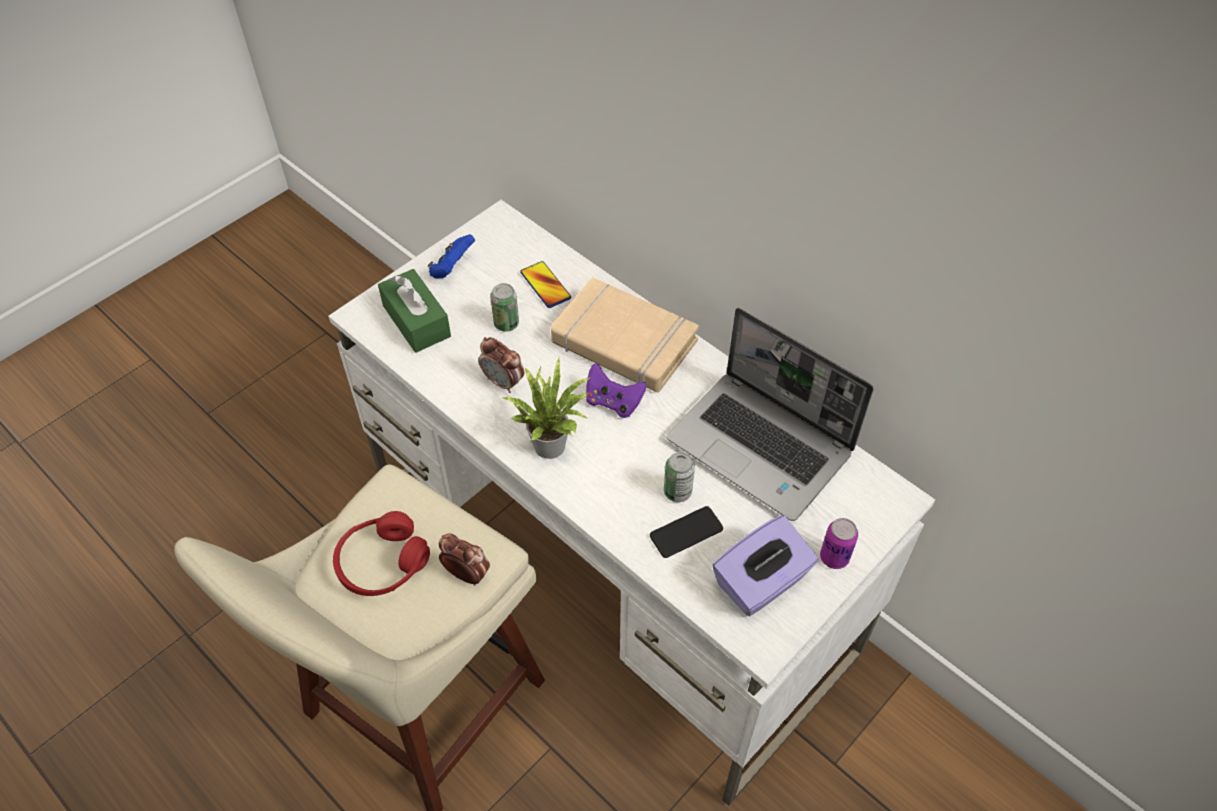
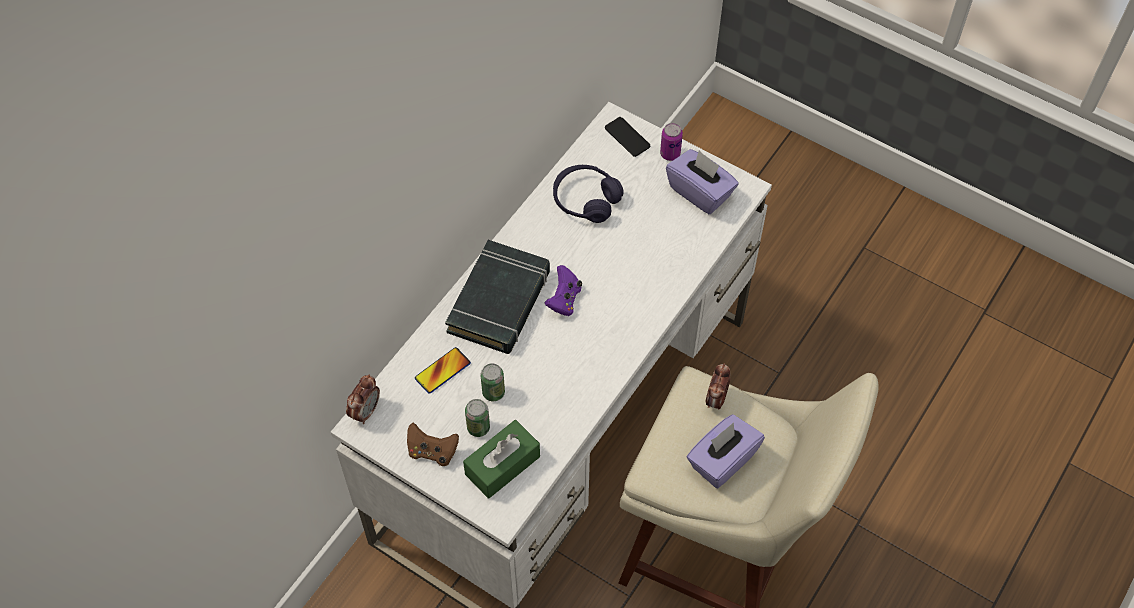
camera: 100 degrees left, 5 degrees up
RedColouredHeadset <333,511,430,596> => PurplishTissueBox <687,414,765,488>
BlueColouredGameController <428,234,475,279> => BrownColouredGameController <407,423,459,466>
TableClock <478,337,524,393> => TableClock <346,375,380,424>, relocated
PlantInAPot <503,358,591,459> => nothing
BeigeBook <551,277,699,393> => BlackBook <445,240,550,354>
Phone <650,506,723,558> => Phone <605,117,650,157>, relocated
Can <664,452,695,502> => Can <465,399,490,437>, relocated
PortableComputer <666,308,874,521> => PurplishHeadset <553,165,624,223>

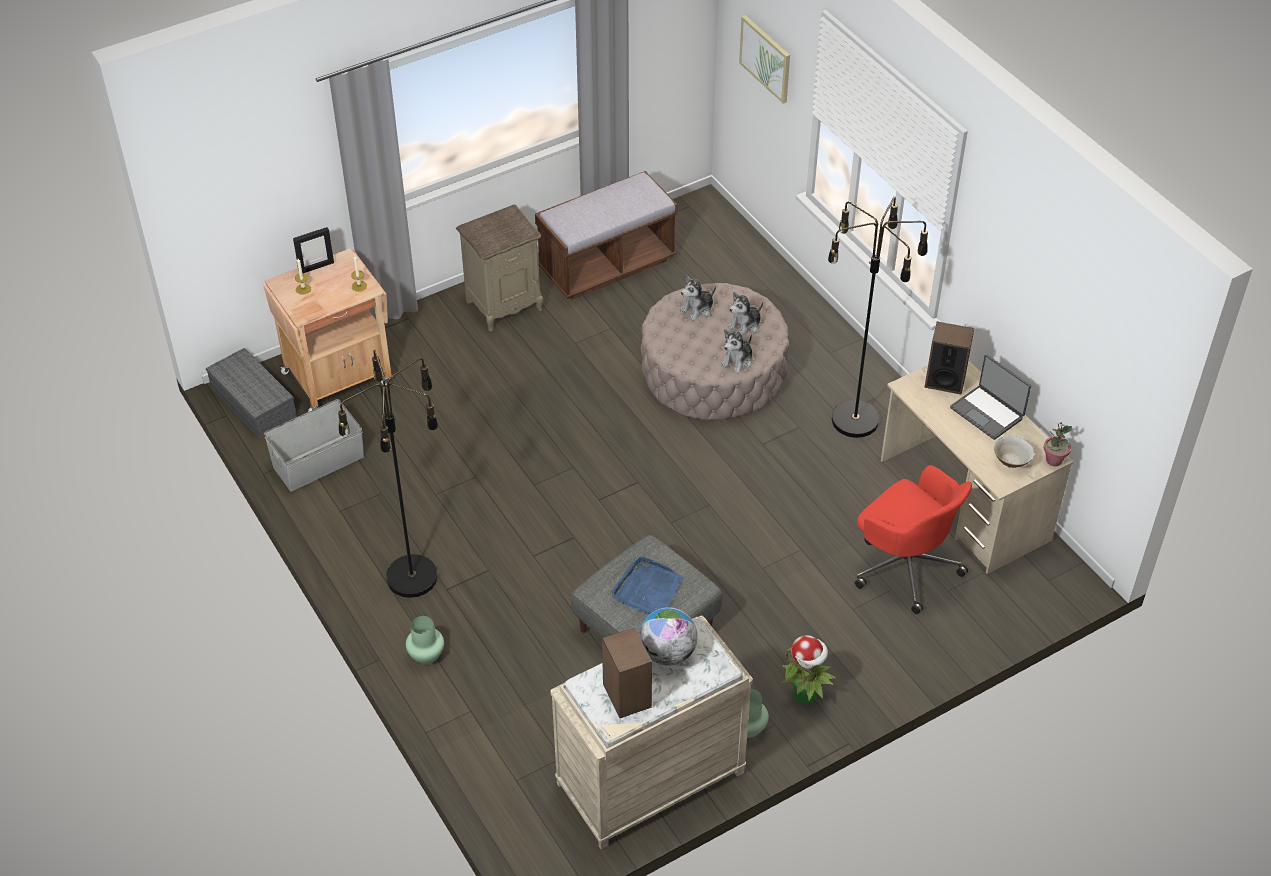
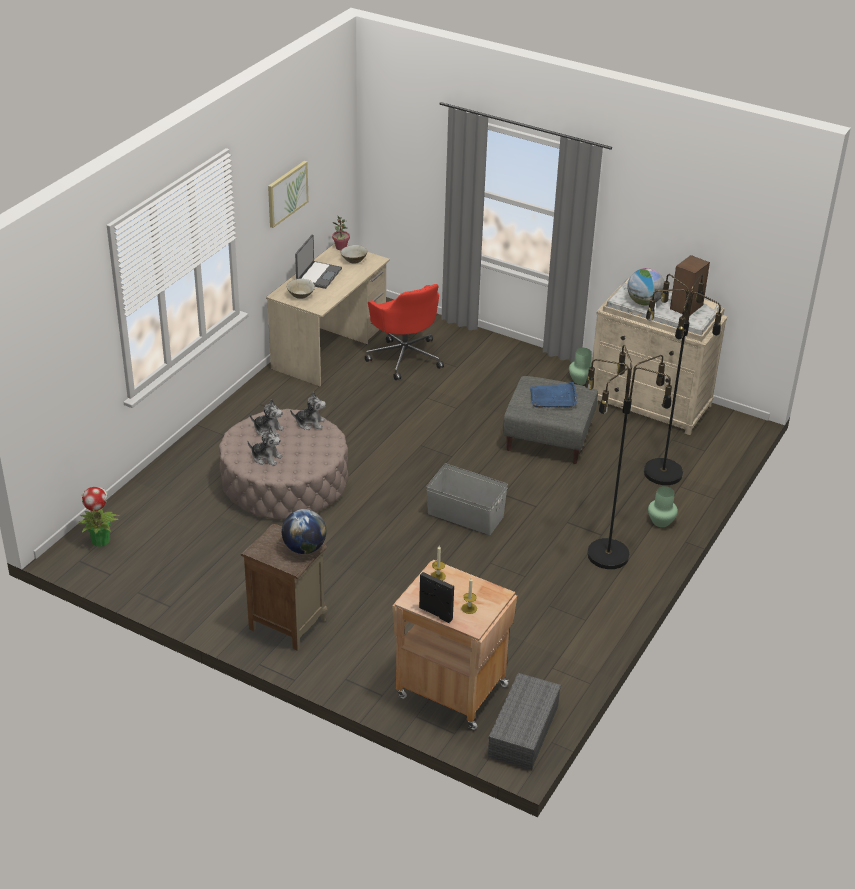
camera: 120 degrees left, 10 degrees down
GreyStorageBox <264,399,364,491> => GreyStorageBox <426,464,508,535>, relocated
BrownColouredBench <535,171,678,300> => nothing
Picture <739,15,790,104> => Picture <268,161,309,228>, relocated
PlantInAPot <782,635,836,704> => PlantInAPot <78,487,119,546>, relocated
StandardLamp <828,197,928,438> => StandardLamp <644,274,722,485>, relocated
RedColouredDeskChair <855,465,972,614> => RedColouredDeskChair <365,284,444,380>, 135 degrees clockwise
Loudspeaker <924,321,974,394> => BeigeServingBowl <287,279,315,299>
nothing => DeskGlobe <282,509,327,554>

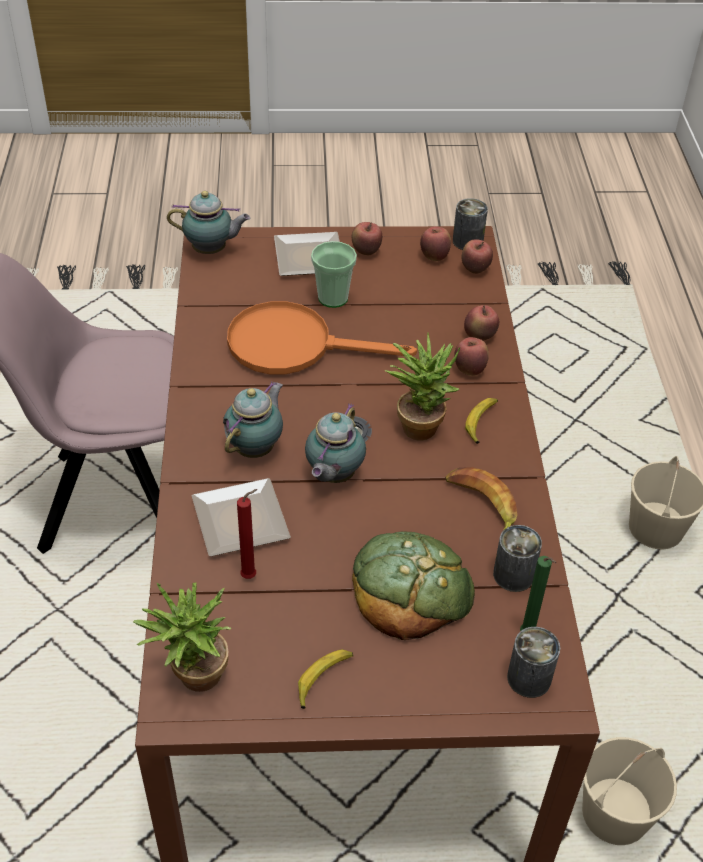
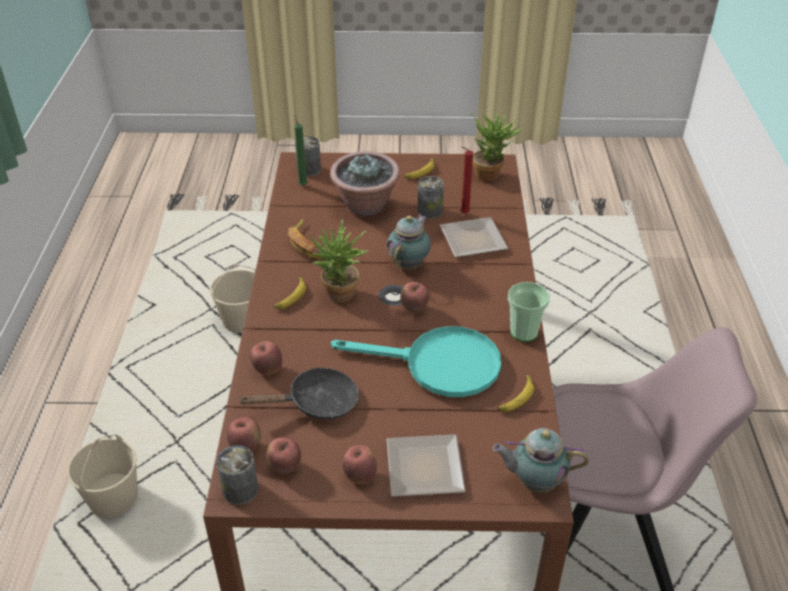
camera: 175 degrees left, 5 degrees down
TeaPot <223,381,283,458> => nothing
OrangeyPan <227,301,417,375> => TurquoisePan <331,326,501,397>
SmallCup <311,241,357,308> => SmallCup <508,282,550,342>, relocated
Bread <352,532,475,640> => PlantInAPot <330,151,400,216>
WholeApple <454,337,489,376> => WholeApple <401,282,429,313>, relocated
Can <493,525,542,592> => Can <417,176,444,219>, relocated
nothing => BlackPan <238,367,359,420>
nothing => WholeBanana <498,374,535,412>

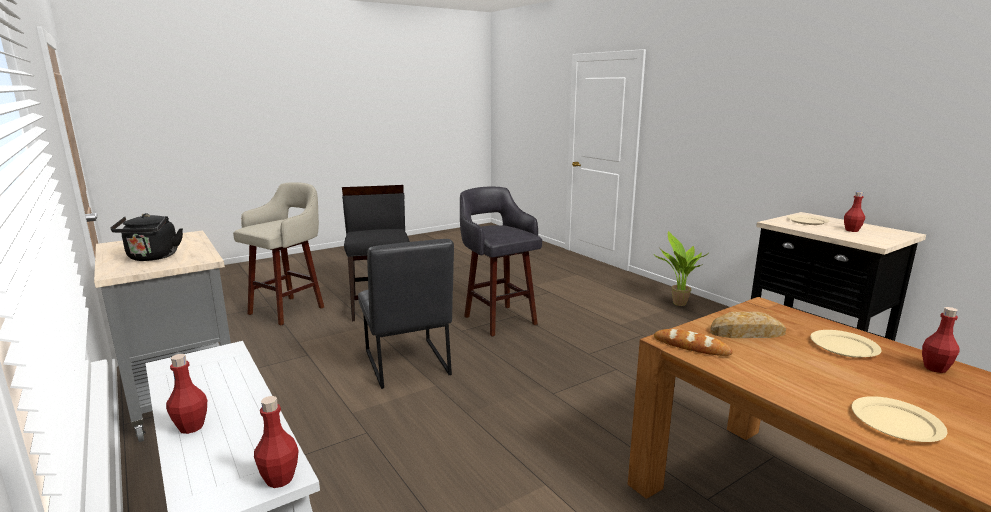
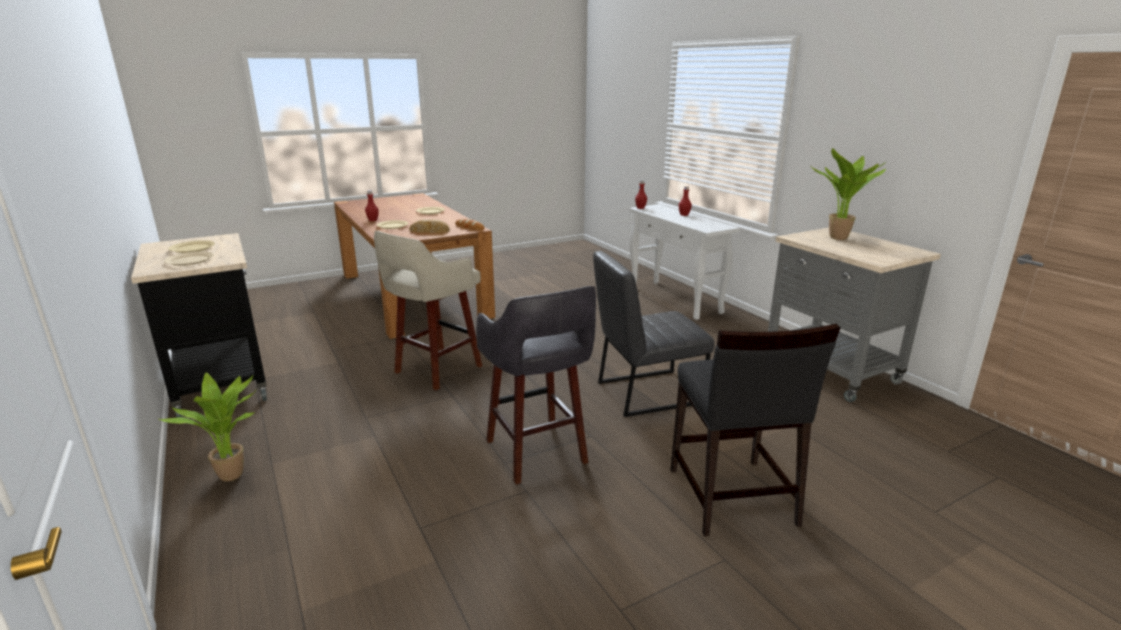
camera: 175 degrees left, 5 degrees up
BlackTeaKettle <110,213,183,261> => PlantInAPot <810,148,888,240>
BeigeSittingStool <233,182,324,325> => BeigeSittingStool <374,231,482,390>, relocated
GreyUprightChair <358,239,454,389> => GreyUprightChair <593,251,715,417>, 90 degrees counterclockwise
RedColouredBeverageBottle <844,192,865,232> => BeigeFlatDish <168,240,215,253>

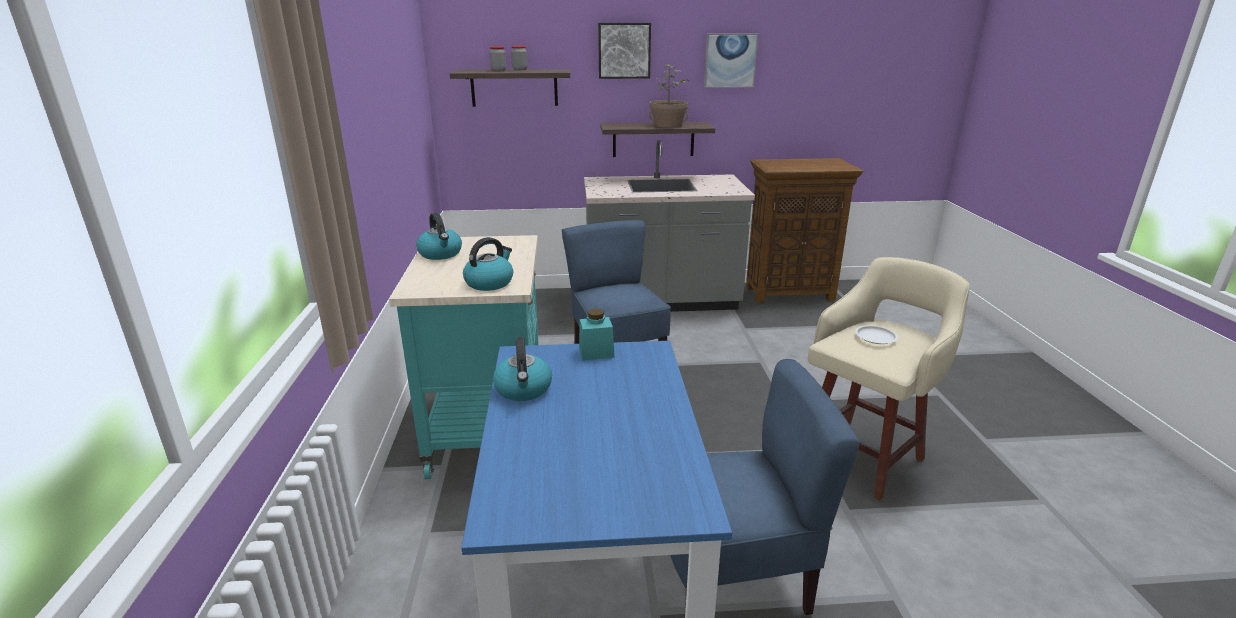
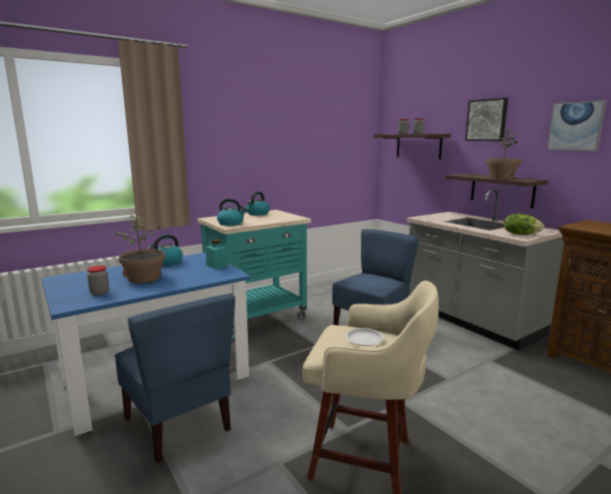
camera: 60 degrees right, 10 degrees down
nothing => StorageJar <87,266,109,295>
nothing => PlantInAPot <115,215,165,283>
nothing => HeadOfLettuce <504,214,544,235>

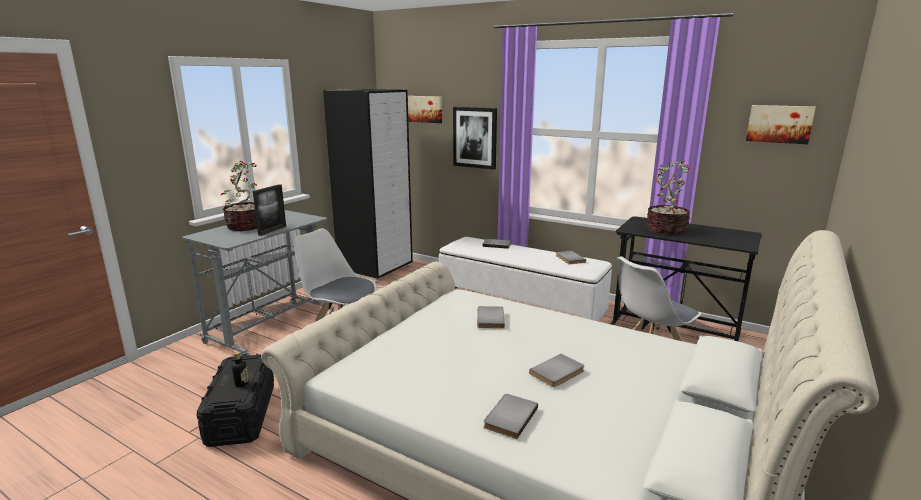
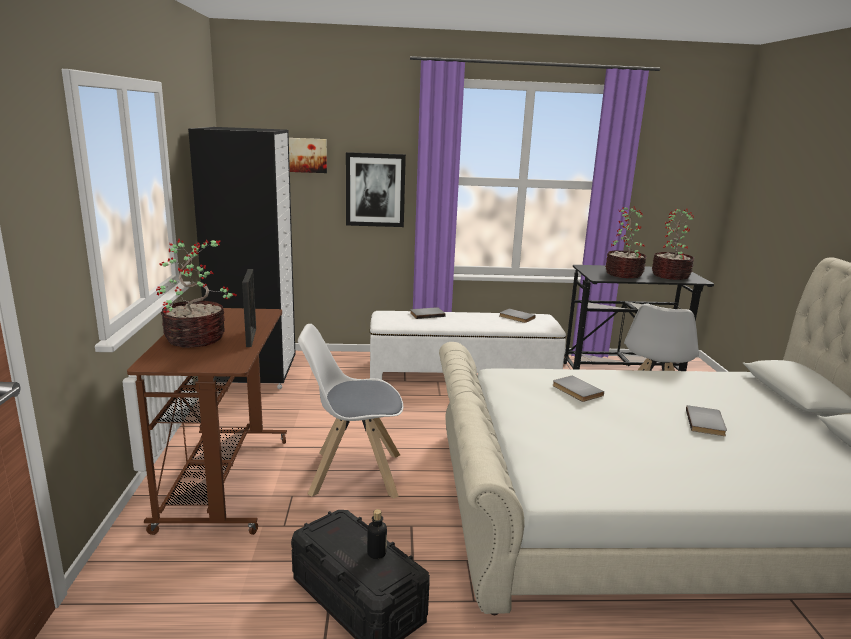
camera: 35 degrees left, 0 degrees up
GreyDeskUnit <182,210,334,356> => BrownColouredDeskUnit <127,308,287,535>
GreyBook <484,394,538,439> => nothing
Picture <746,105,816,144> => nothing
nothing => PlantInAPot <652,209,694,280>

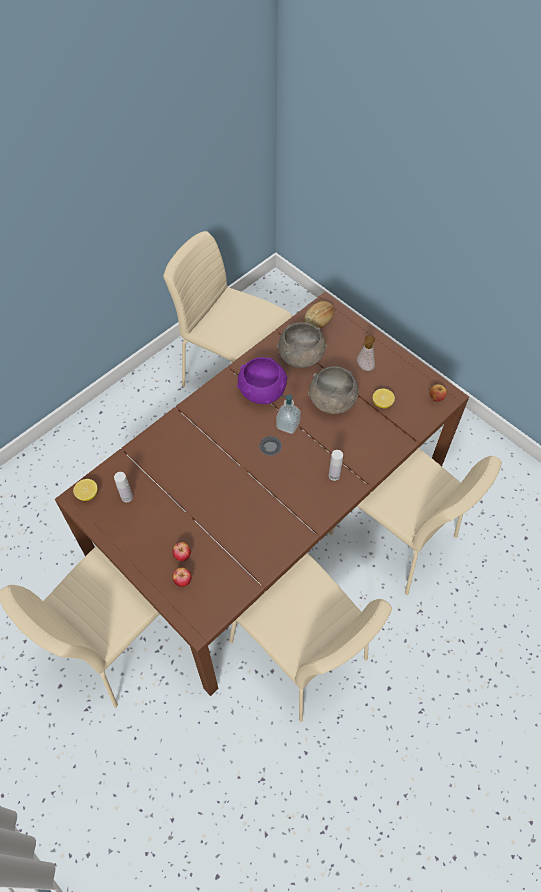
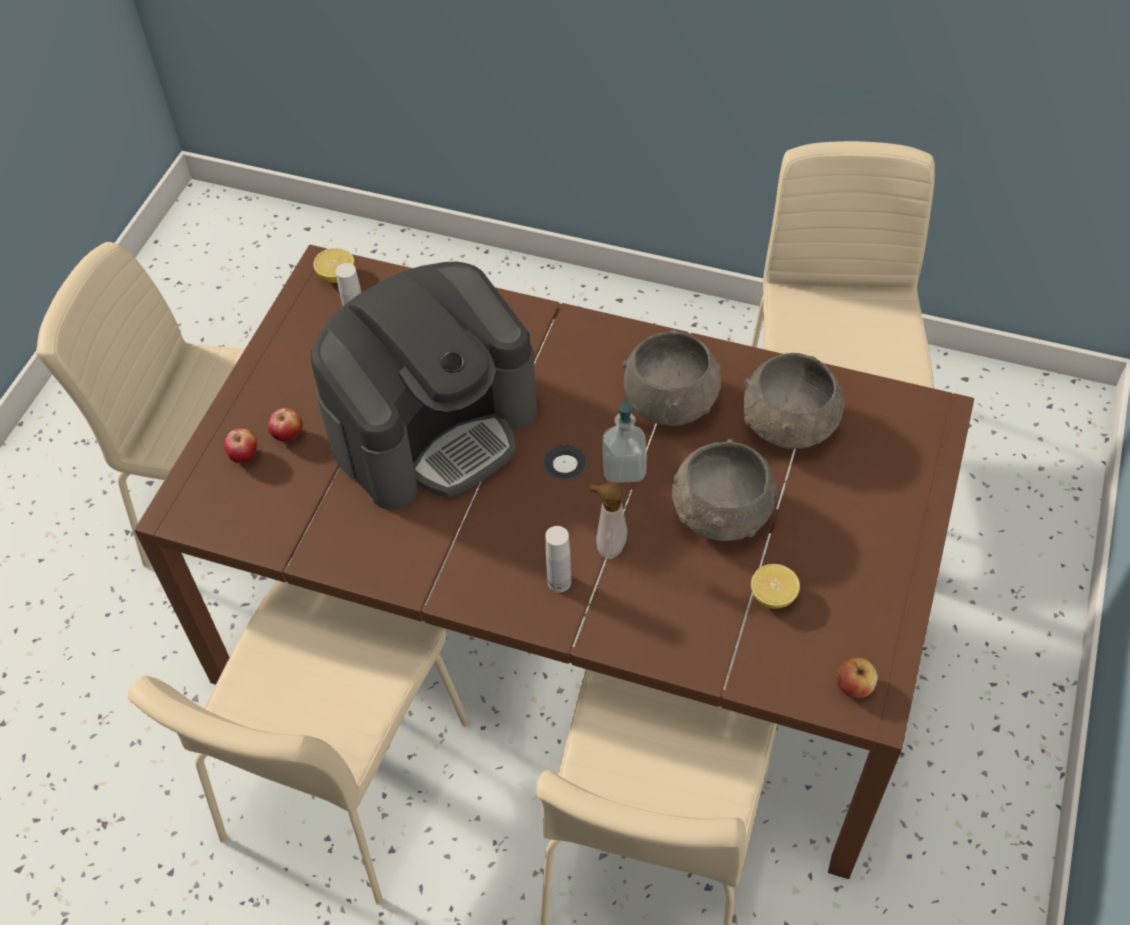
camera: 65 degrees right, 5 degrees down
PurplishServingBowl <237,357,288,404> => GreyServingBowl <622,330,722,426>
Bread <304,301,335,328> => nothing
LiquidSoapBottle <357,335,375,371> => LiquidSoapBottle <589,482,627,559>, relocated
nothing => CoffeeBrewer <310,261,537,510>

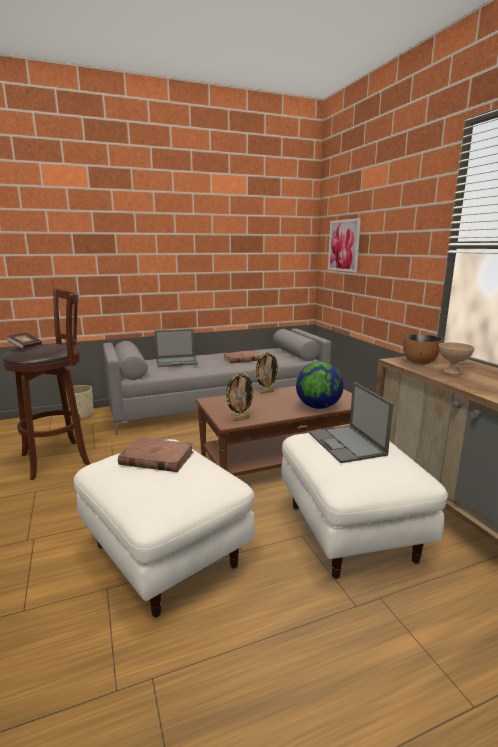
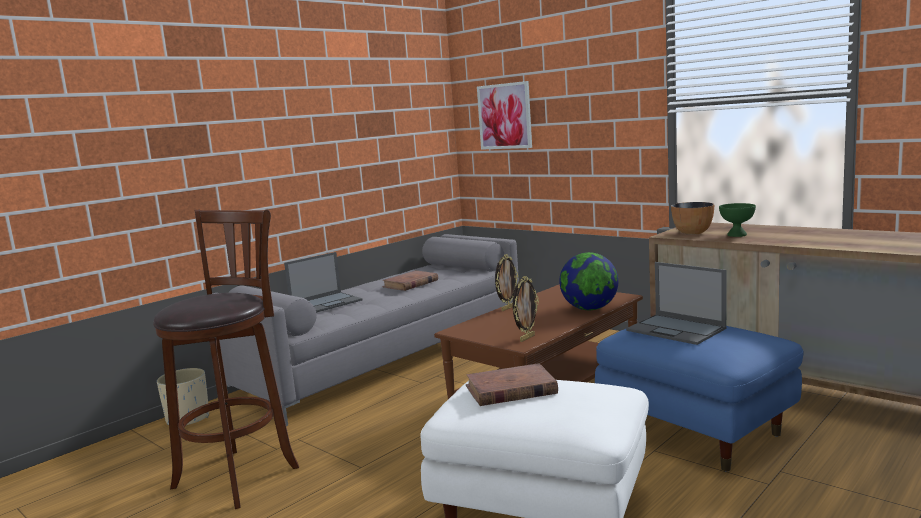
camera: 25 degrees left, 5 degrees down
Book <6,332,42,349> => nothing
WhitishPouffe <281,433,448,579> => BlueColouredPouffe <595,326,803,471>
BeigeServingBowl <439,342,475,375> => GreenServingBowl <719,203,756,237>

